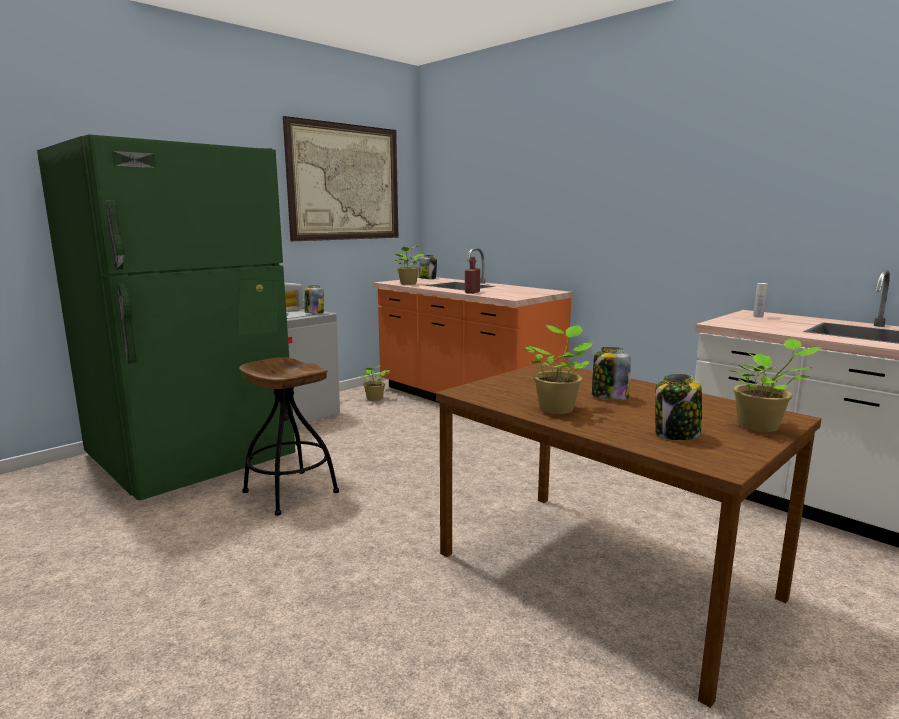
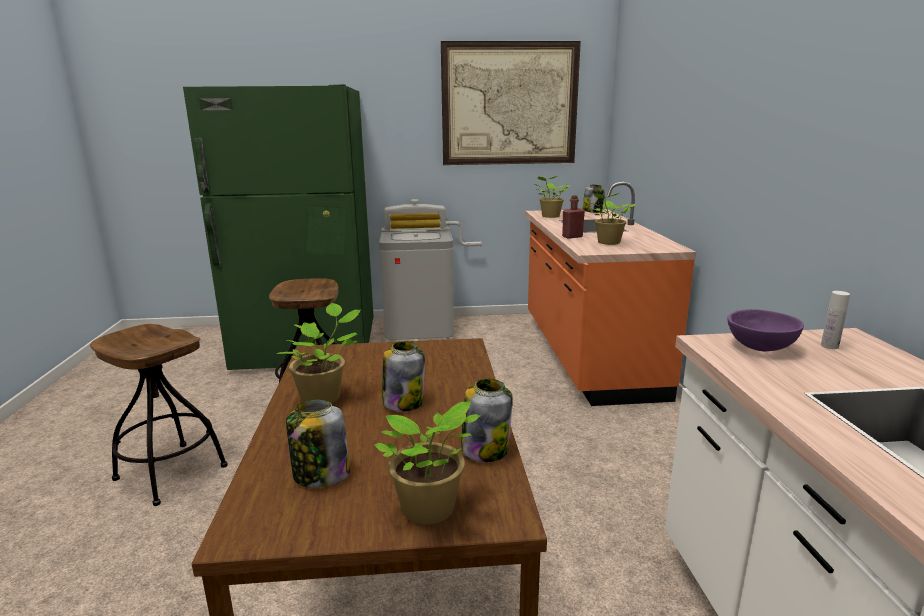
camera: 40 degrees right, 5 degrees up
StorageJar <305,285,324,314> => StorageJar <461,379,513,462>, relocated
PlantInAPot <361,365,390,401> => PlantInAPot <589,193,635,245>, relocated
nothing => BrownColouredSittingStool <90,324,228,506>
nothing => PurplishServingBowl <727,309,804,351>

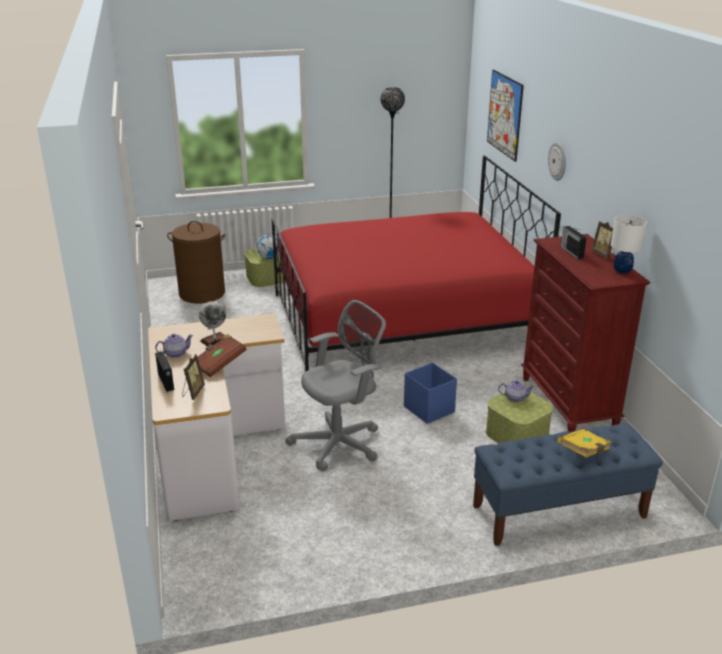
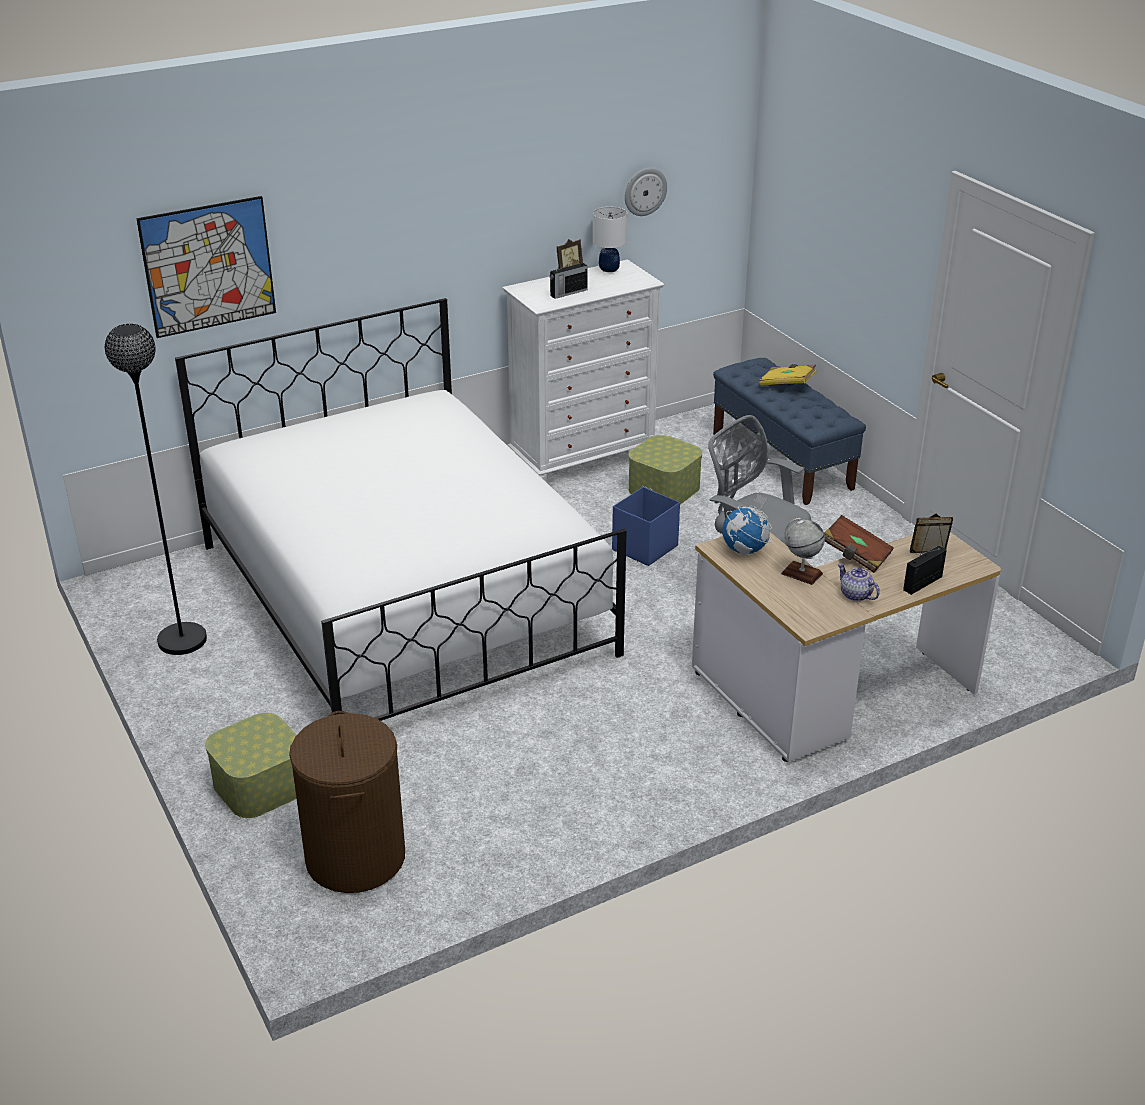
camera: 105 degrees left, 5 degrees up
DeskGlobe <255,233,280,259> => DeskGlobe <722,494,772,555>, relocated
RedColouredBedroomBed <271,156,561,372> => WhitishBedroomBed <175,298,627,721>
TeaPot <498,380,535,402> => nothing
RedColouredChestOfDrawers <521,234,650,432> => WhitishChestOfDrawers <502,259,665,482>
HangingClock <548,142,566,181> => HangingClock <625,168,667,216>, relocated

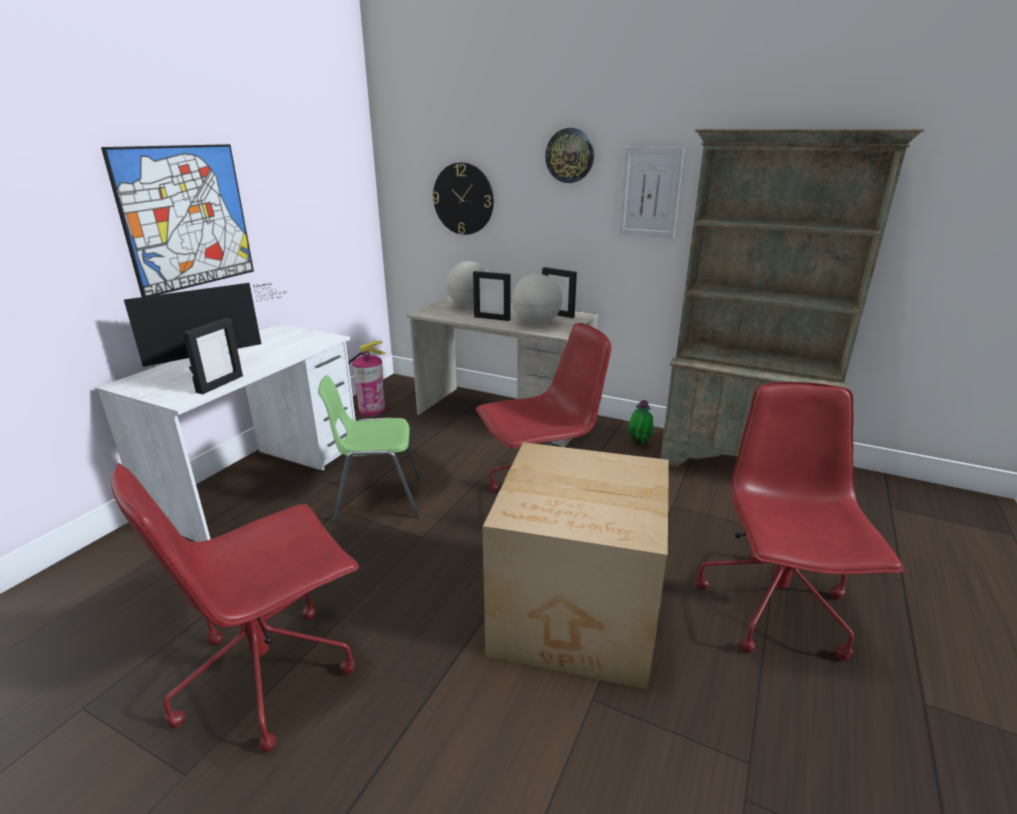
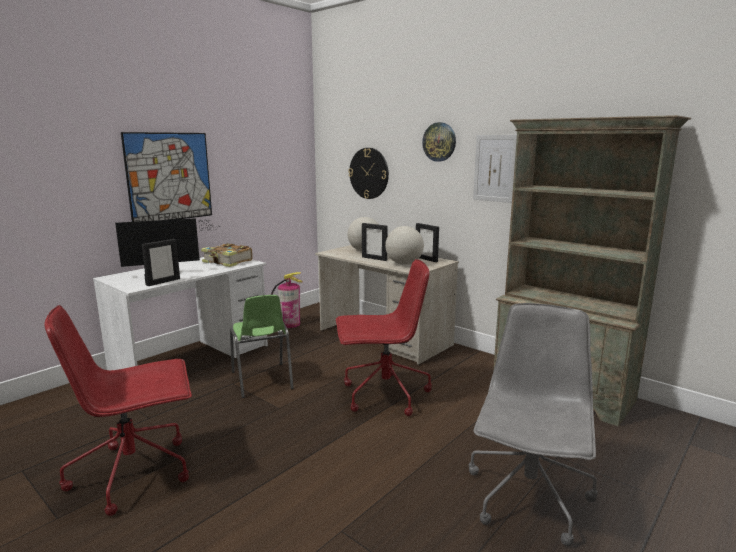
camera: 15 degrees right, 10 degrees down
GreenUprightChair <318,375,421,522> => GreenUprightChair <230,295,294,398>, 120 degrees counterclockwise
PackingBox <482,442,669,690> => nothing
PlantInAPot <628,400,654,445> => nothing
RedColouredDeskChair <696,382,904,660> => GreyDeskChair <469,303,598,546>
nothing => Book <201,243,253,267>

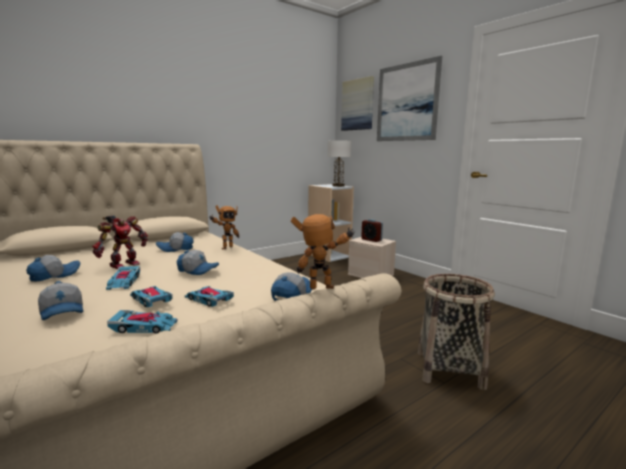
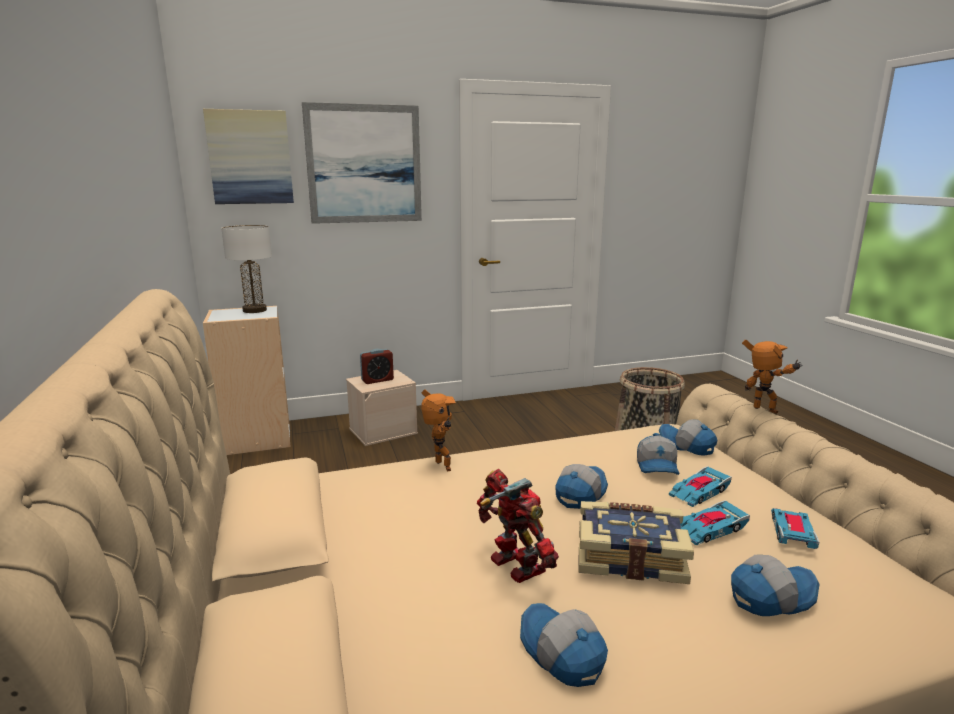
camera: 70 degrees left, 5 degrees up
ModelCar <106,266,140,290> => Book <578,501,694,584>
Cap <156,232,194,252> => Cap <637,433,679,475>, relocated
ToyRobot <291,214,355,290> => ToyRobot <742,340,803,414>, 120 degrees clockwise

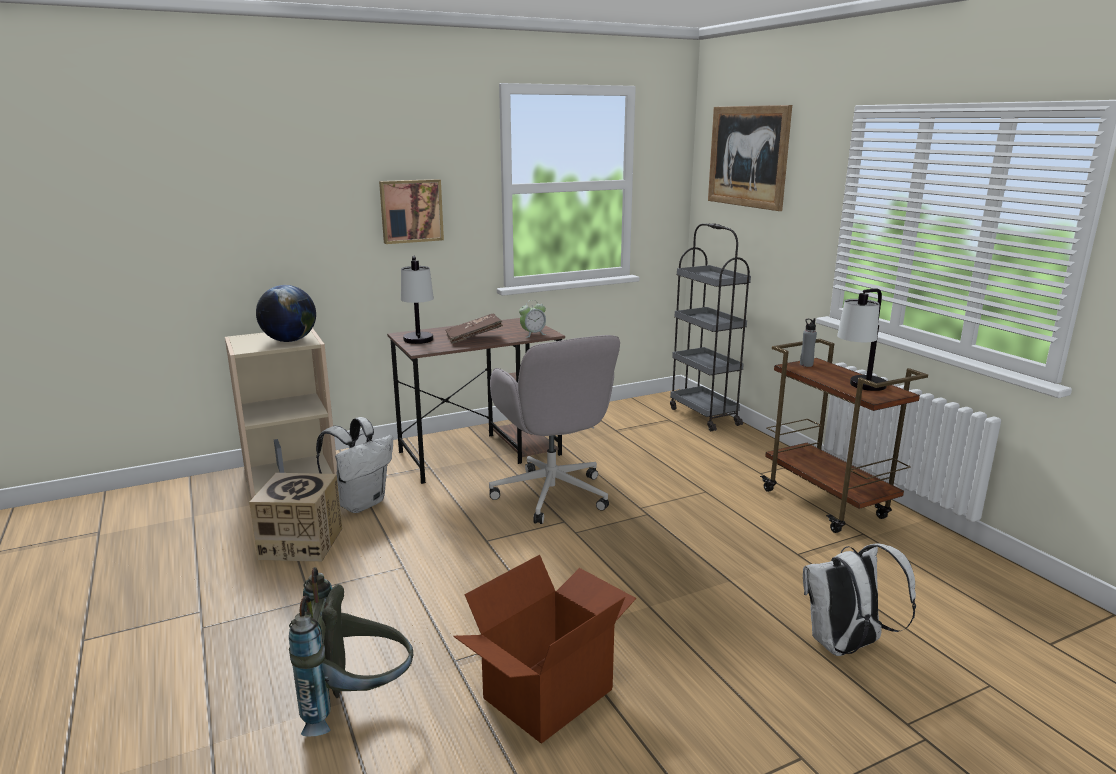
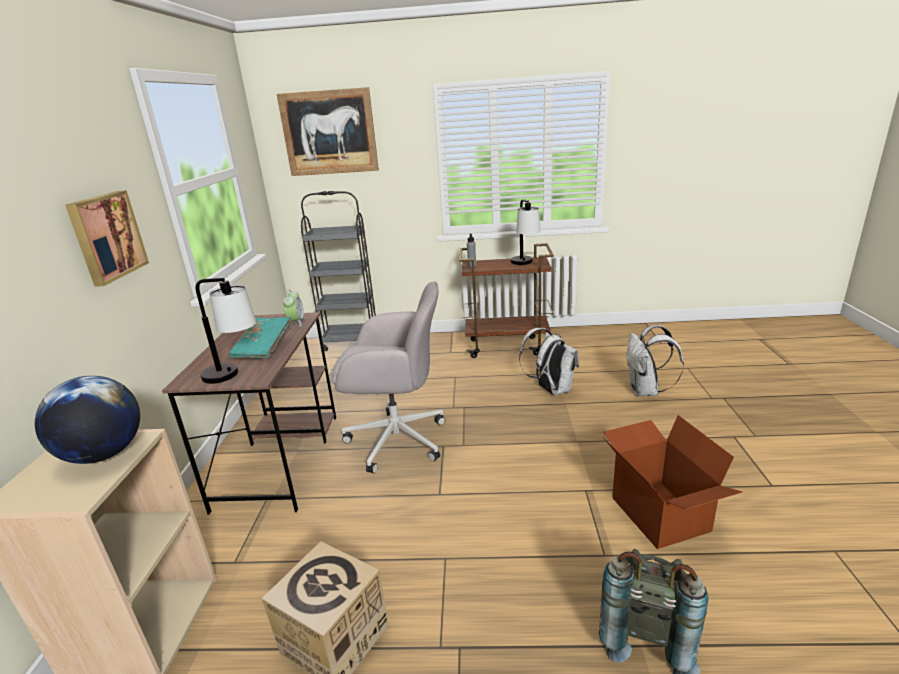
camera: 60 degrees left, 5 degrees up
WhitishRucksack <316,417,393,513> => WhitishRucksack <519,328,579,395>, relocated
BrownColouredBook <445,313,503,343> => TurquoiseBook <229,317,292,359>

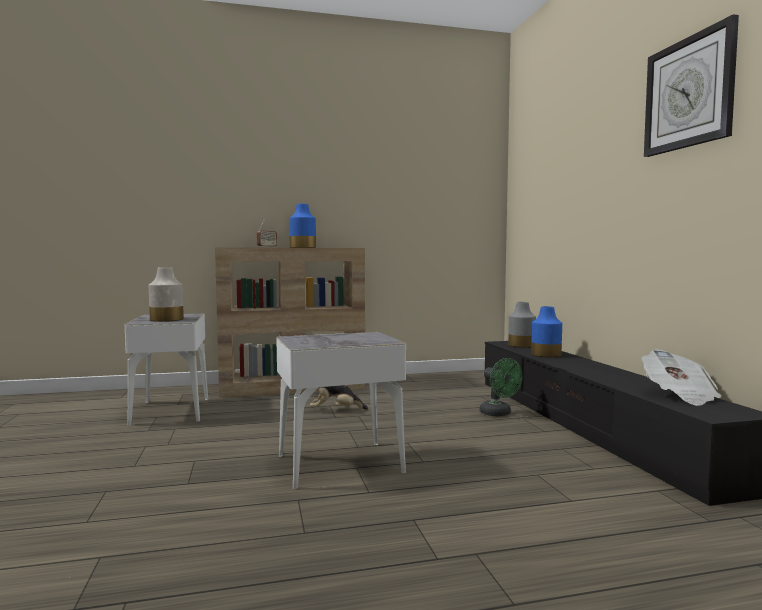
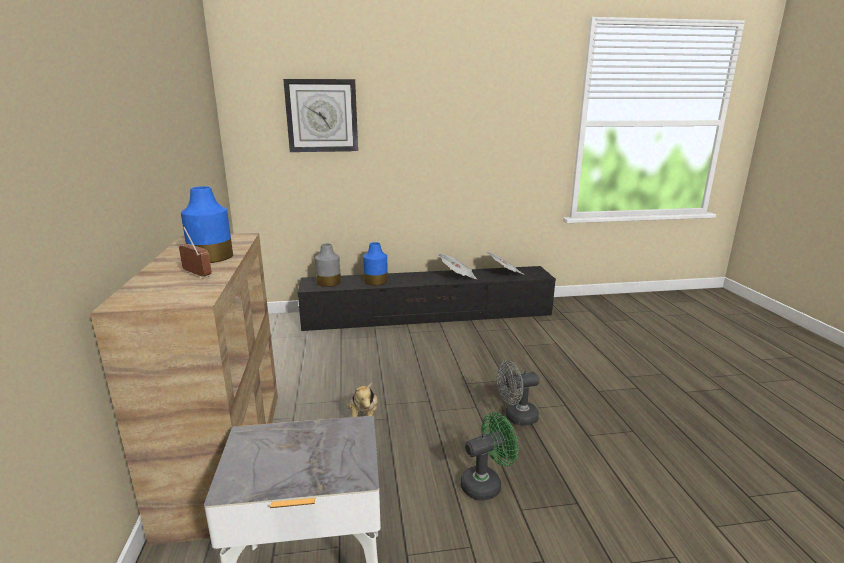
camera: 85 degrees left, 15 degrees up
BeigeFlowerVase <149,267,184,322> => nothing
EndTable <276,332,406,489> => GreyElectricFan <497,361,540,426>
GreenElectricFan <480,358,523,417> => GreenElectricFan <461,412,518,501>, relocated
HangingClock <644,14,739,157> => HangingClock <283,79,358,152>, relocated
nothing => DailyPaper <438,254,477,279>

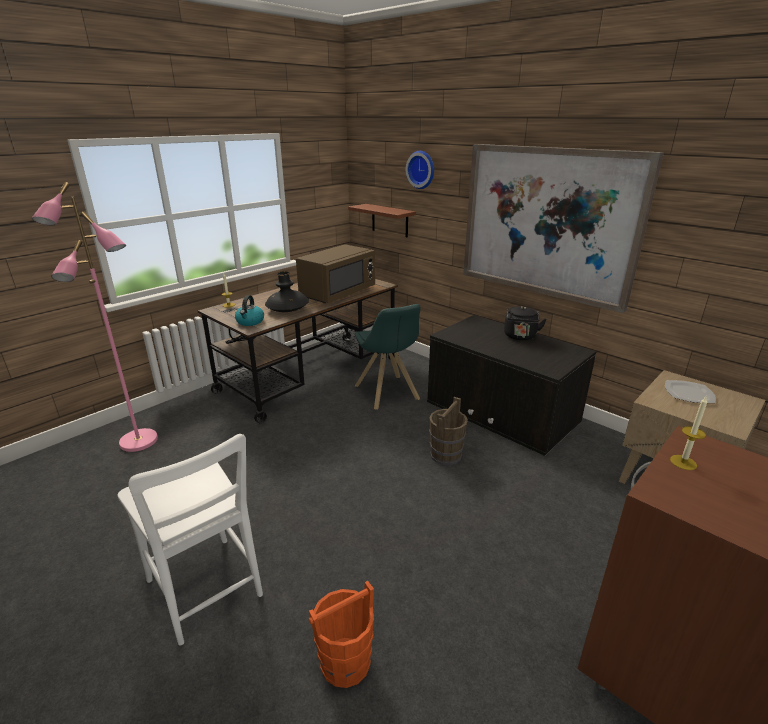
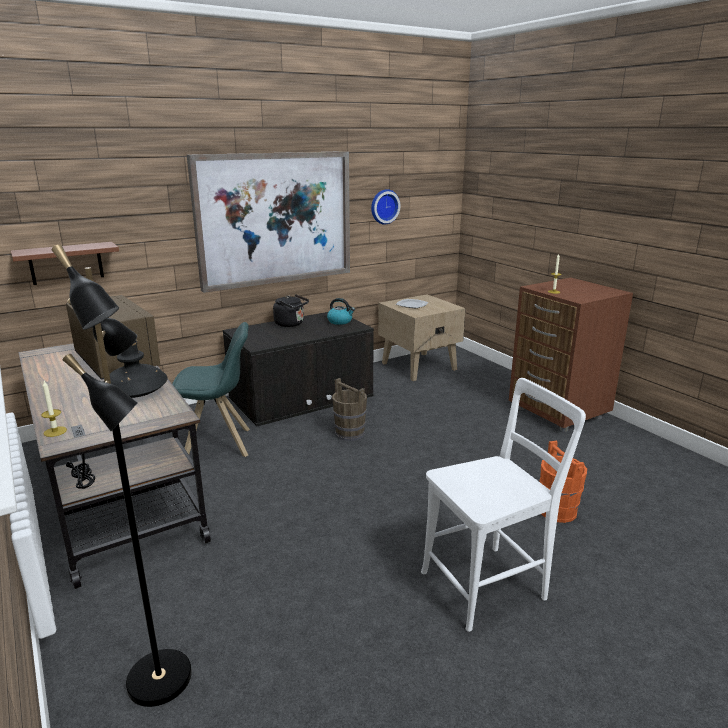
camera: 75 degrees left, 5 degrees down
PinkStandardLamp <32,182,158,452> => BlackStandardLamp <52,245,192,707>
TeaKettle <235,295,264,326> => TeaKettle <327,298,355,325>, relocated
HangingClock <406,151,434,189> => HangingClock <371,189,400,225>, relocated

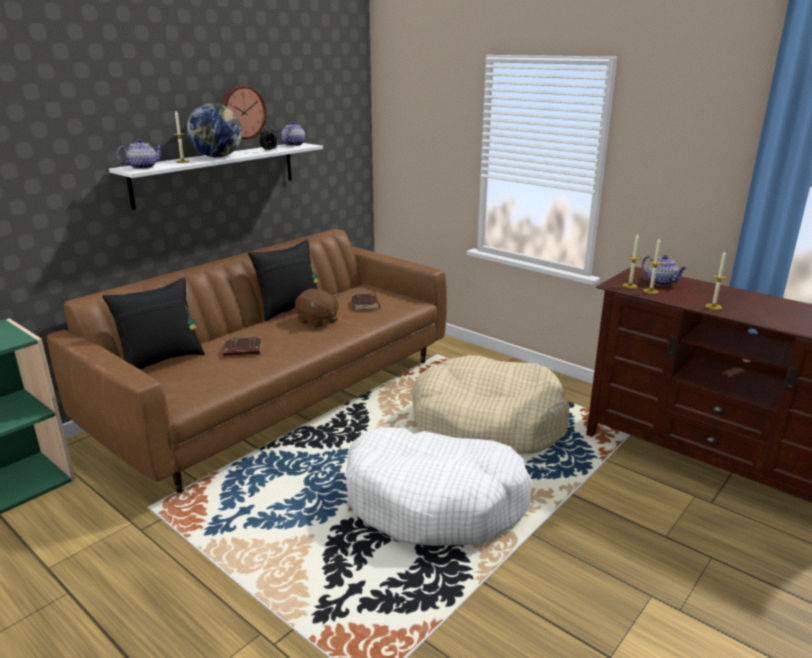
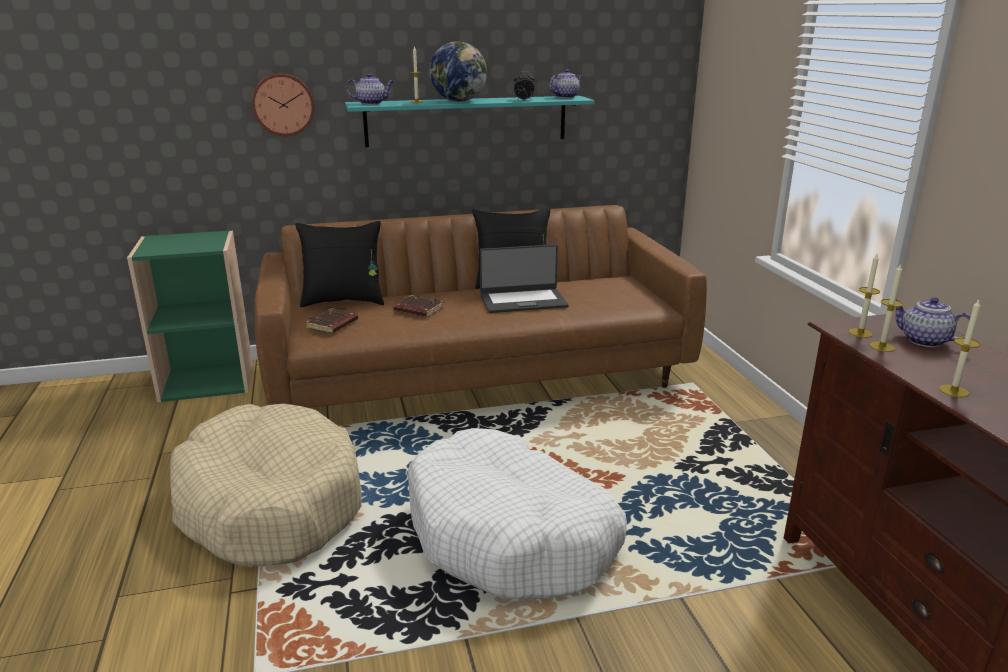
camera: 35 degrees right, 0 degrees up
WhitishBracketShelf <109,143,323,210> => TurquoiseBracketShelf <345,96,595,147>
HangingClock <221,86,267,139> => HangingClock <252,73,314,136>, relocated
BrownColouredSoftToy <295,289,339,328> => PortableComputer <480,244,569,313>
BrownColouredBook <352,293,380,310> => BrownColouredBook <305,308,358,334>, relocated
BeigeDogBed <411,355,569,454> => BeigeDogBed <170,403,361,568>, relocated
TeaPot <642,255,687,286> => TeaPot <896,297,971,347>, 135 degrees clockwise

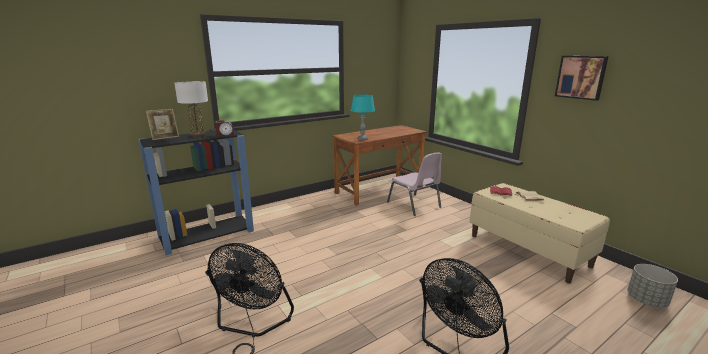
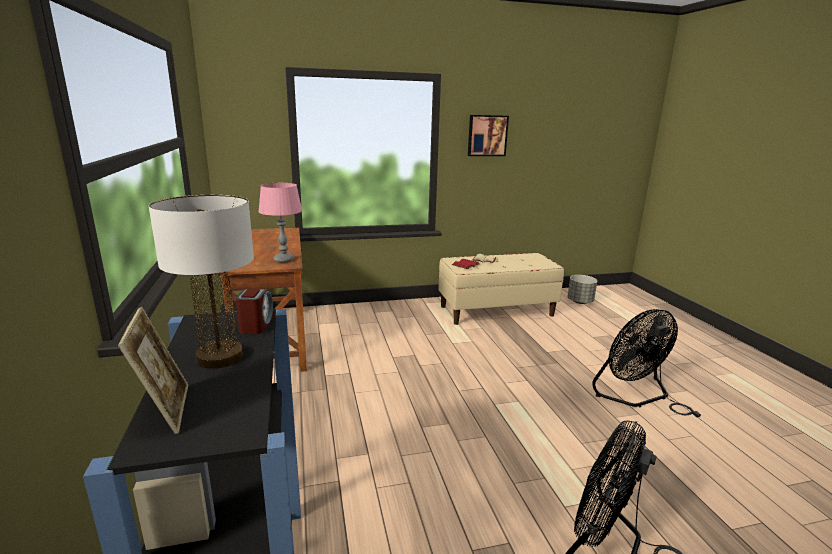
camera: 70 degrees left, 0 degrees up
TurquoiseLampForATable <351,94,375,140> => PinkLampForATable <258,183,302,263>
PinkUprightChair <387,152,442,216> => nothing

